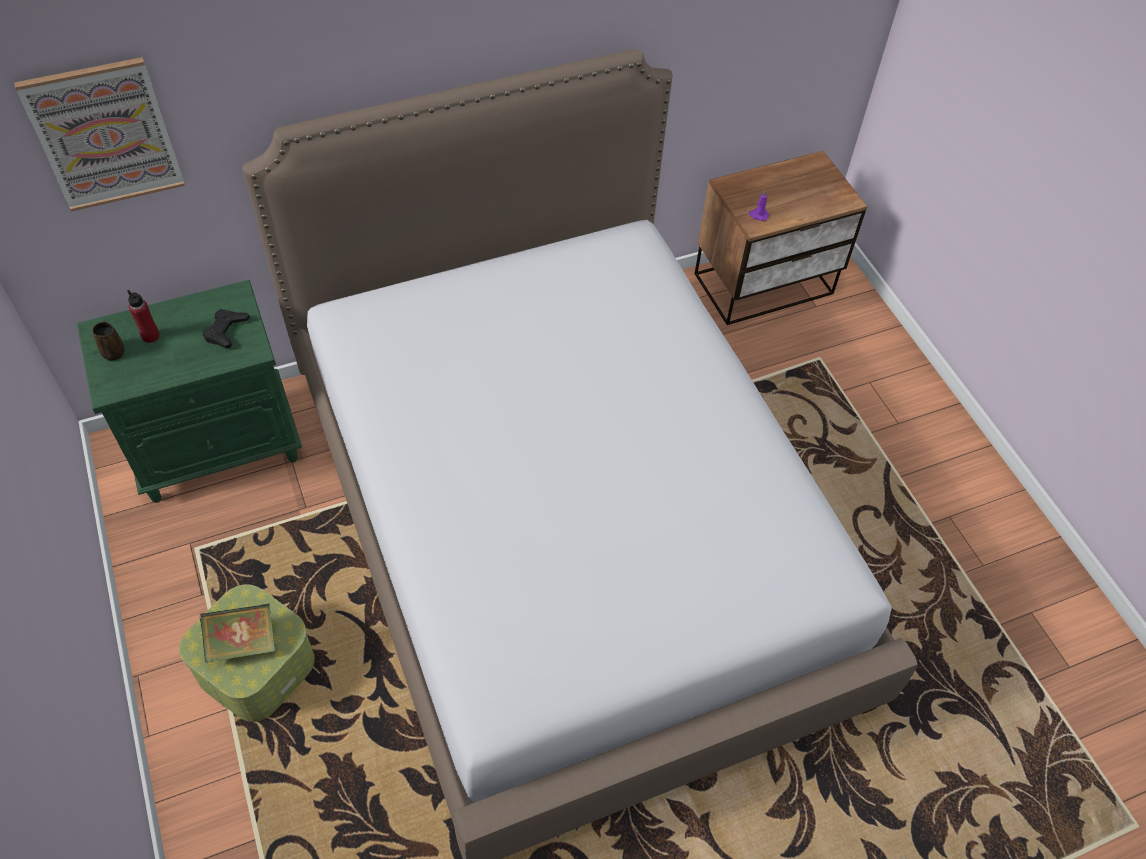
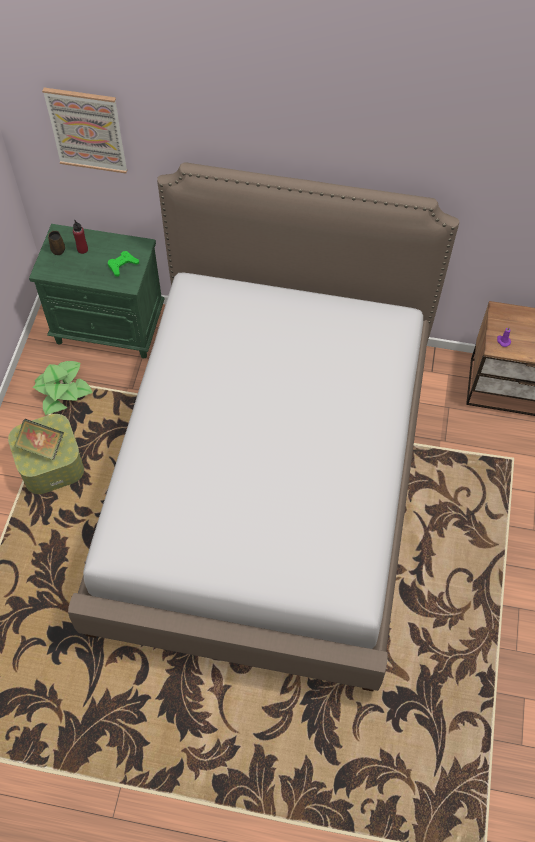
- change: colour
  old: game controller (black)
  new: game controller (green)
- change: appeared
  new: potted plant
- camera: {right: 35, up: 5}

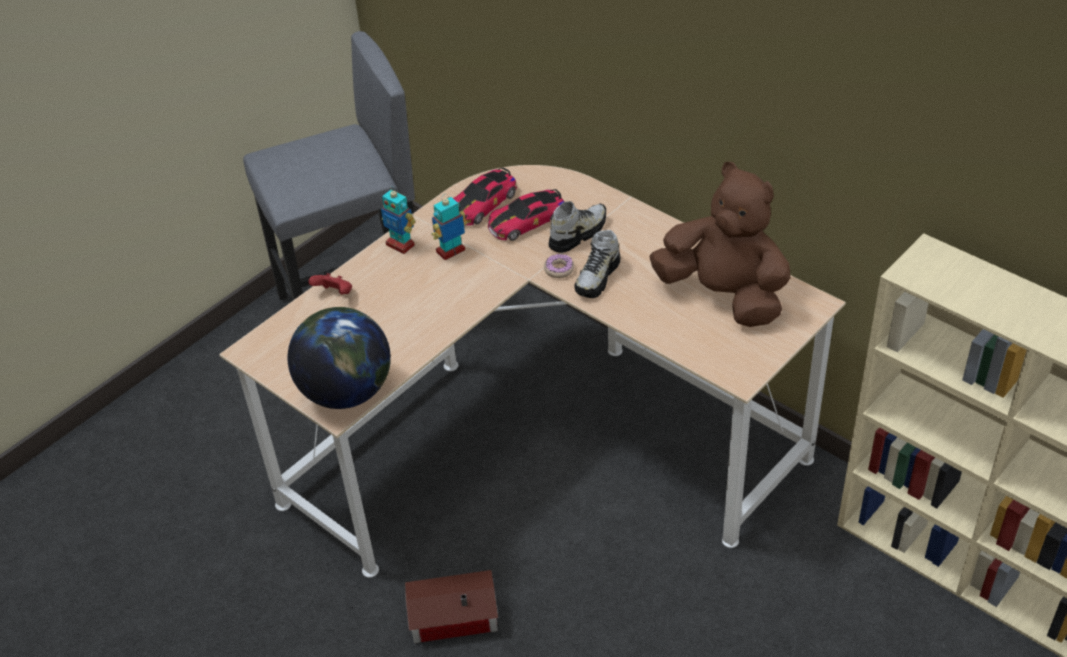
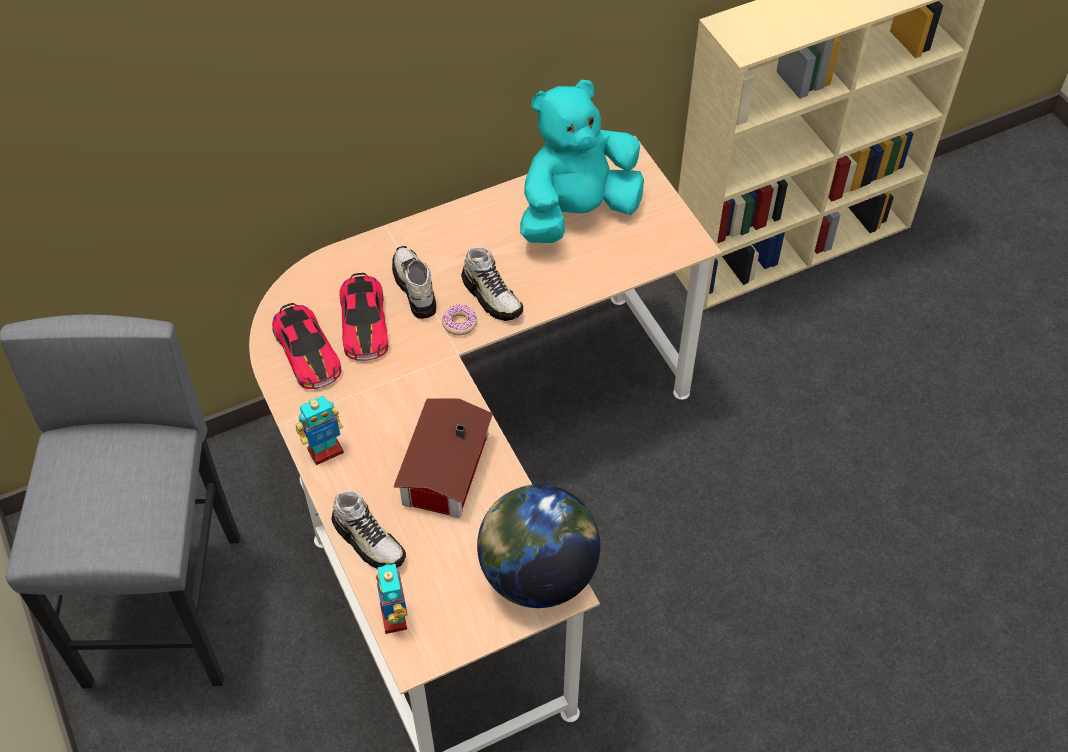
- change: exchanged
  old: game controller (red)
  new: shoe (no. 1 from left)
- change: relocated
  old: toy house
- change: relocated
  old: toy robot (no. 2 from left)
- change: colour
  old: plush toy (brown)
  new: plush toy (turquoise)
- camera: {right: -70, up: 10}

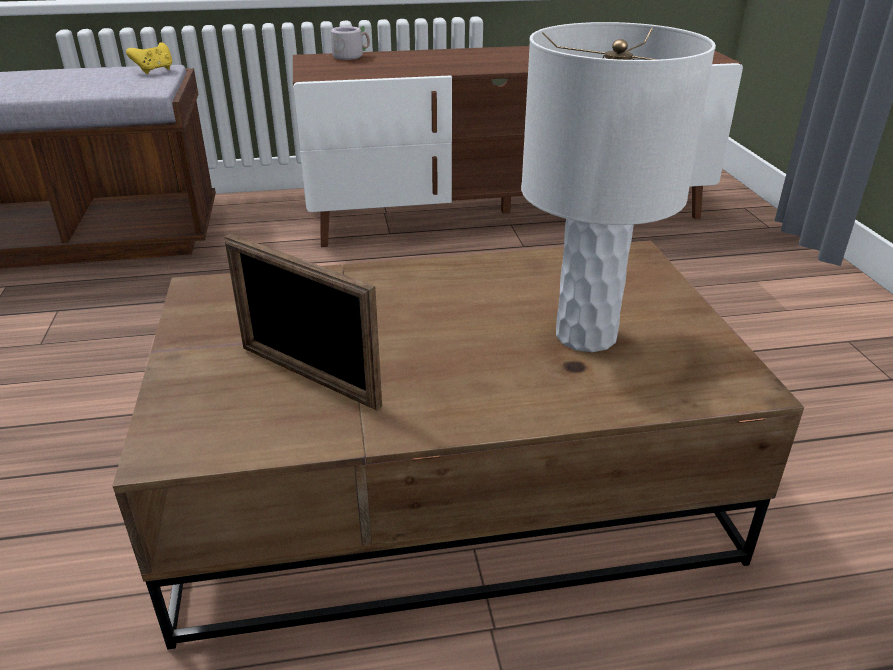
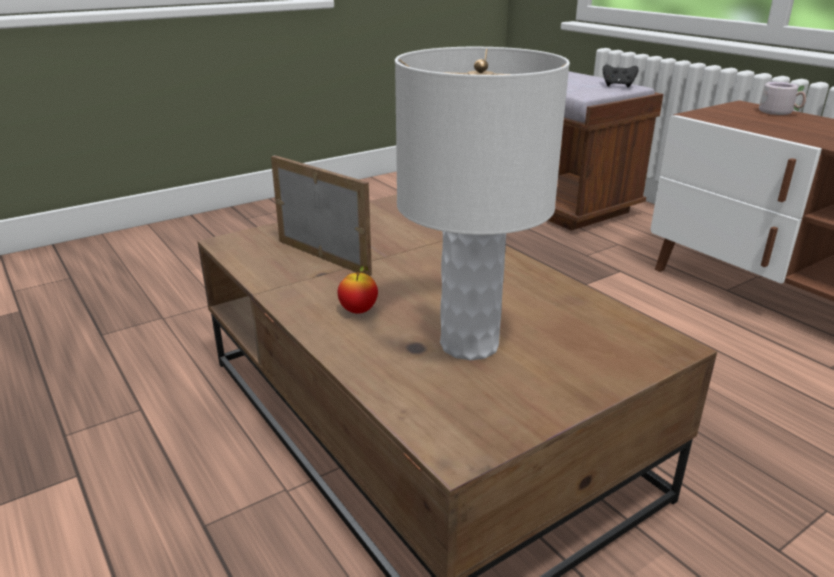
- change: colour
  old: game controller (yellow)
  new: game controller (black)
- change: spun
  old: picture frame
  degrees: 120
- change: appeared
  new: apple
- camera: {right: 65, up: -5}

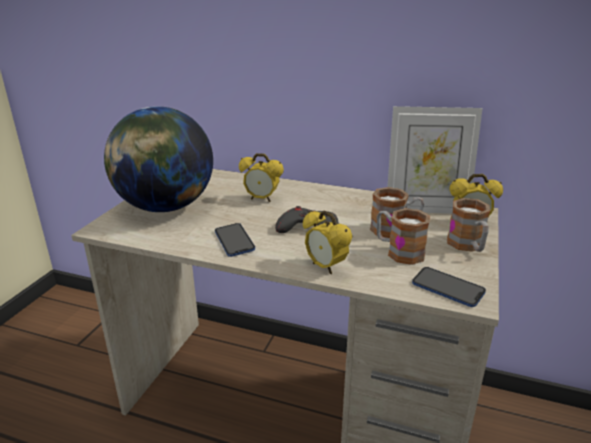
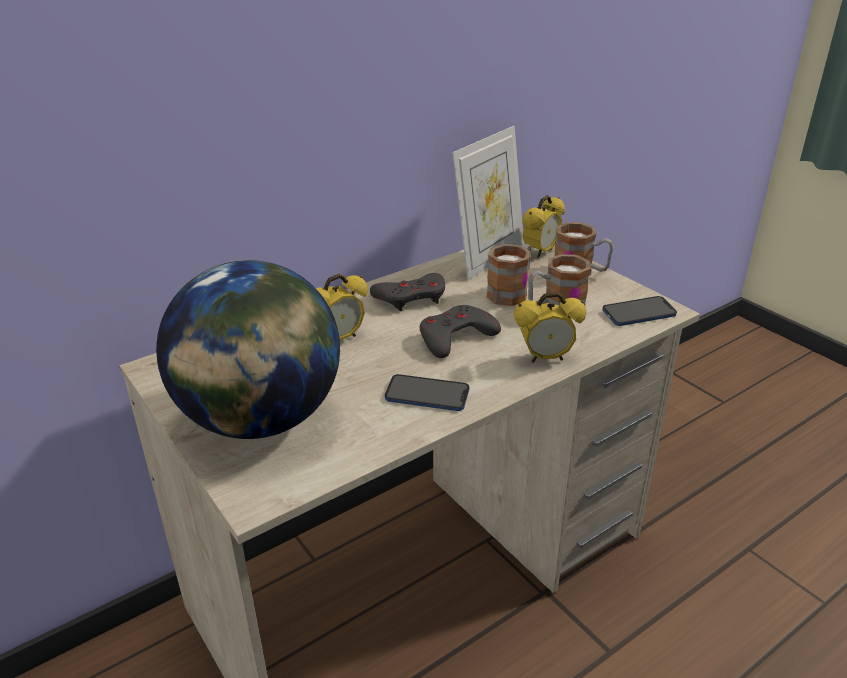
- change: appeared
  new: game controller (grey) (no. 1 from left)
- camera: {right: -55, up: 5}

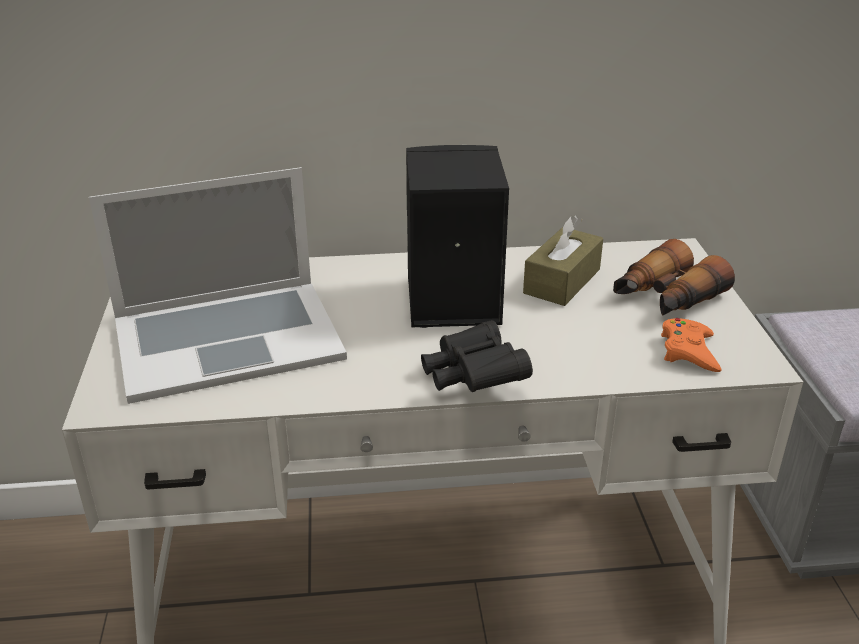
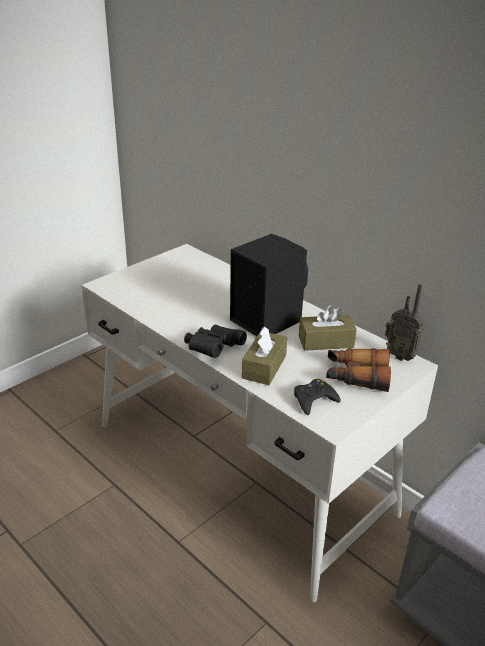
- change: missing
  old: laptop
- change: colour
  old: game controller (orange)
  new: game controller (black)
- change: appeared
  new: tissue box (brown) (no. 1 from left)
- change: appeared
  new: radio
- camera: {right: 50, up: 0}

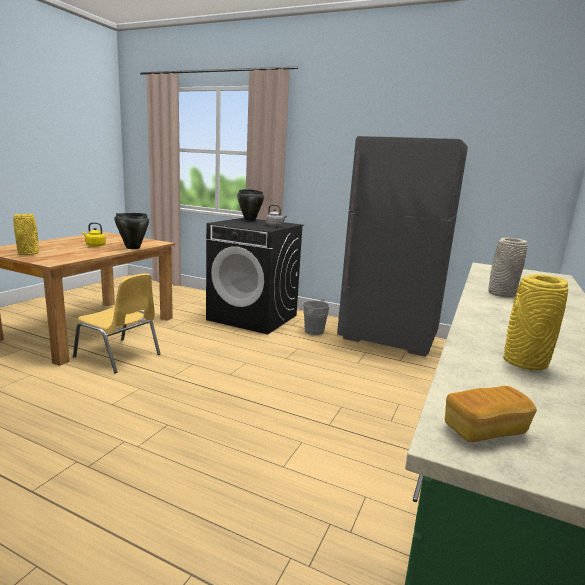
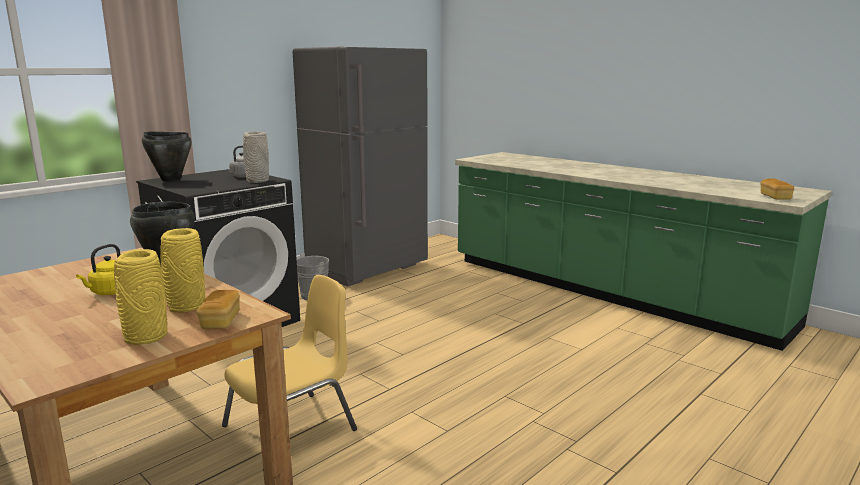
- change: relocated
  old: vase (grey)
- change: relocated
  old: vase (yellow) (no. 2 from left)
- change: appeared
  new: bread (no. 1 from left)
- camera: {right: -70, up: 0}

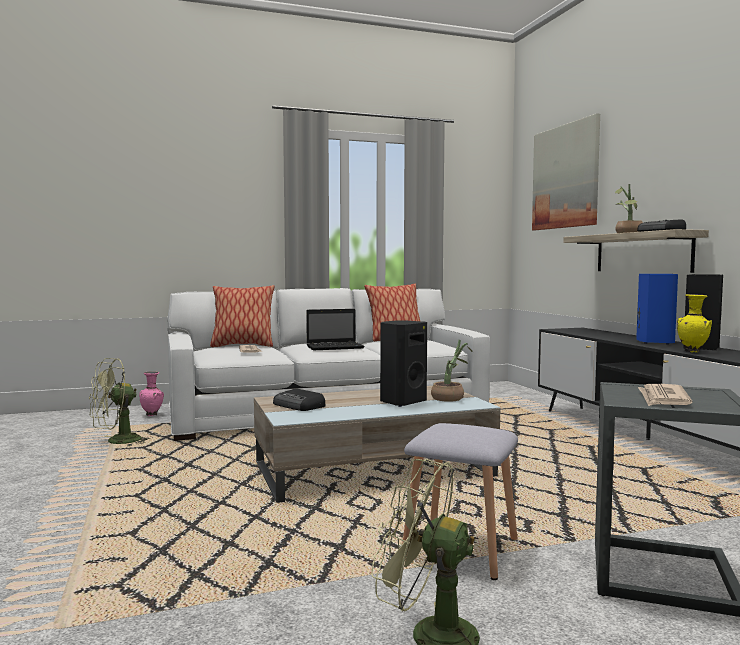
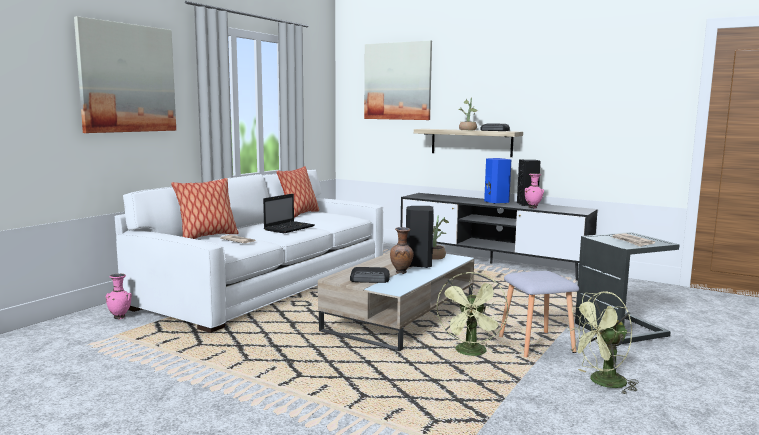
- change: relocated
  old: fan (green) (no. 1 from left)
- change: colour
  old: vase (yellow)
  new: vase (pink) (no. 2 from left)
- change: appeared
  new: picture (no. 1 from left)
- change: appeared
  new: vase (brown)
- camera: {right: -40, up: 5}

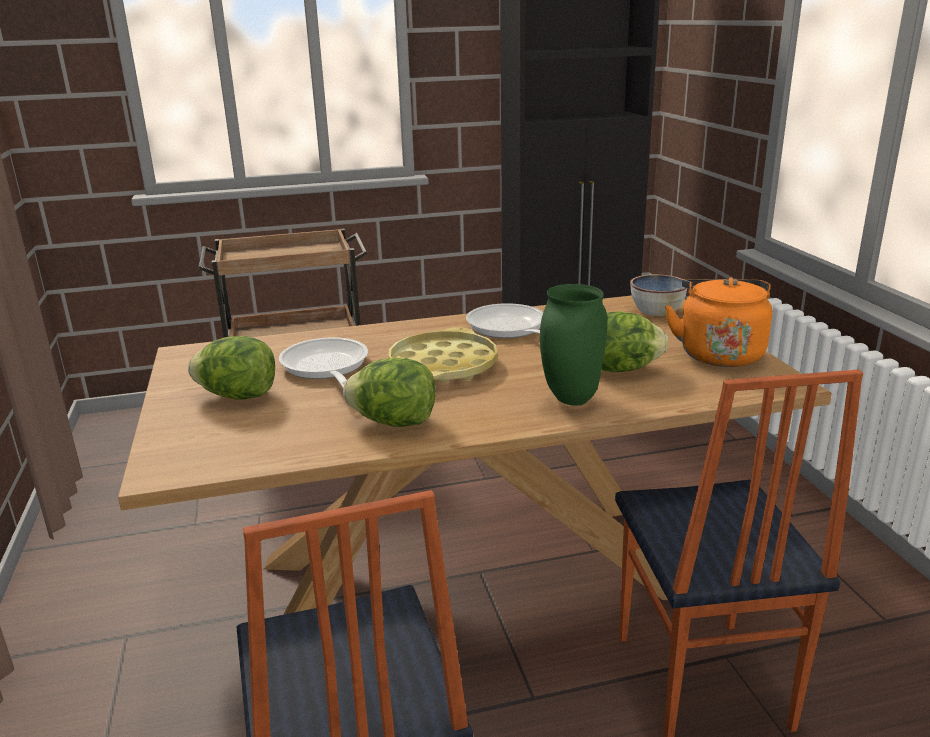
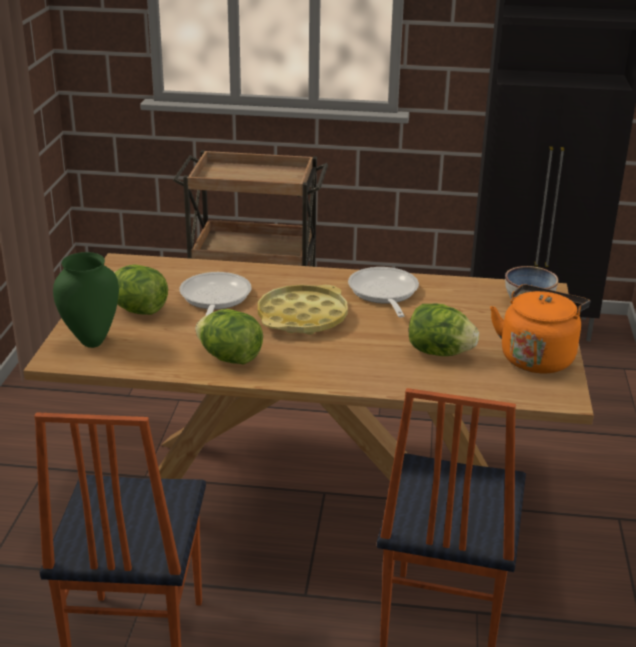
- change: relocated
  old: vase (green)
- camera: {right: 20, up: 5}

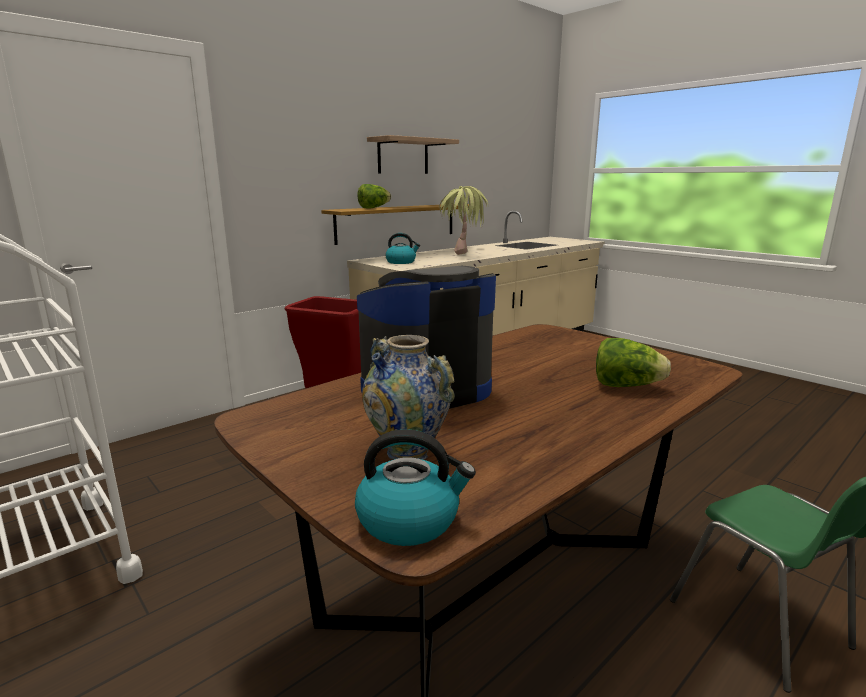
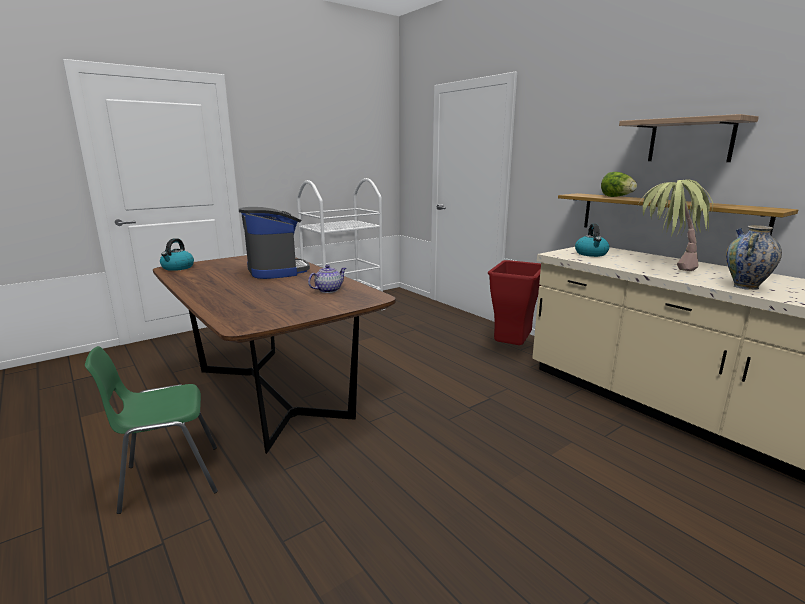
- change: relocated
  old: vase
- change: missing
  old: lettuce (no. 2 from left)
- change: appeared
  new: teapot
- camera: {right: 95, up: 0}

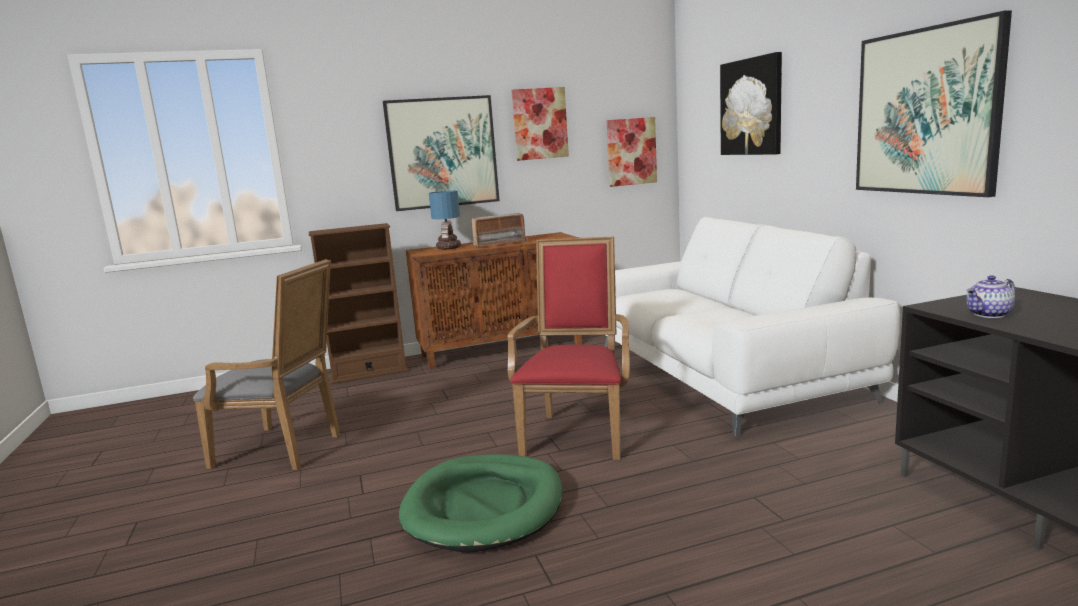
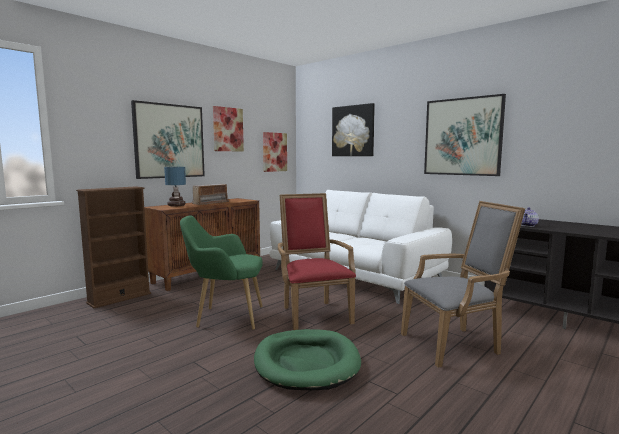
- change: relocated
  old: armchair (grey)
- change: appeared
  new: armchair (green)
- camera: {right: -30, up: -5}

